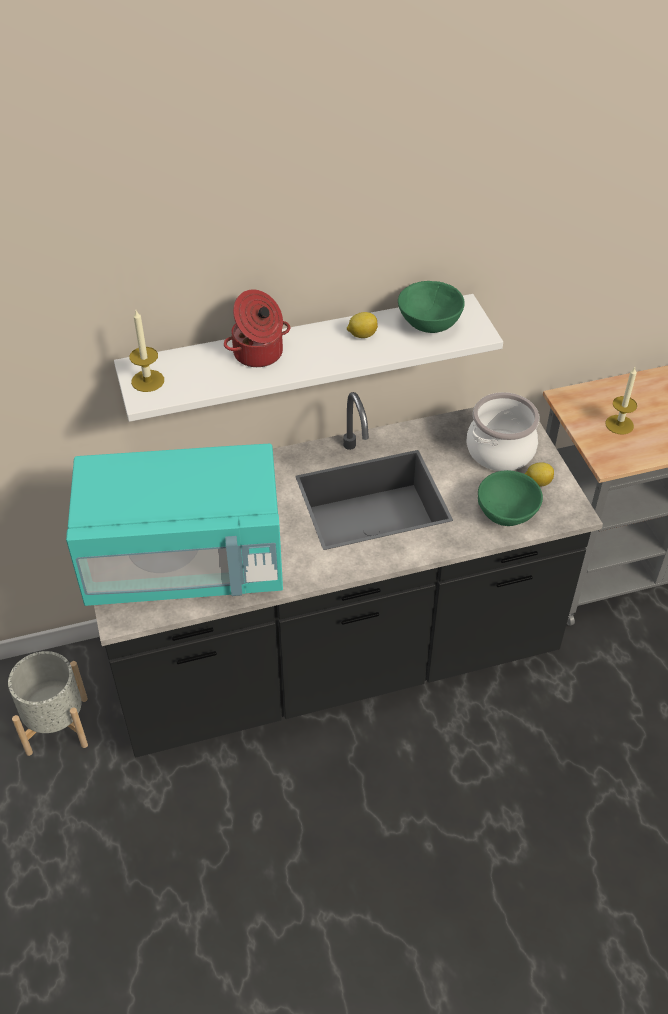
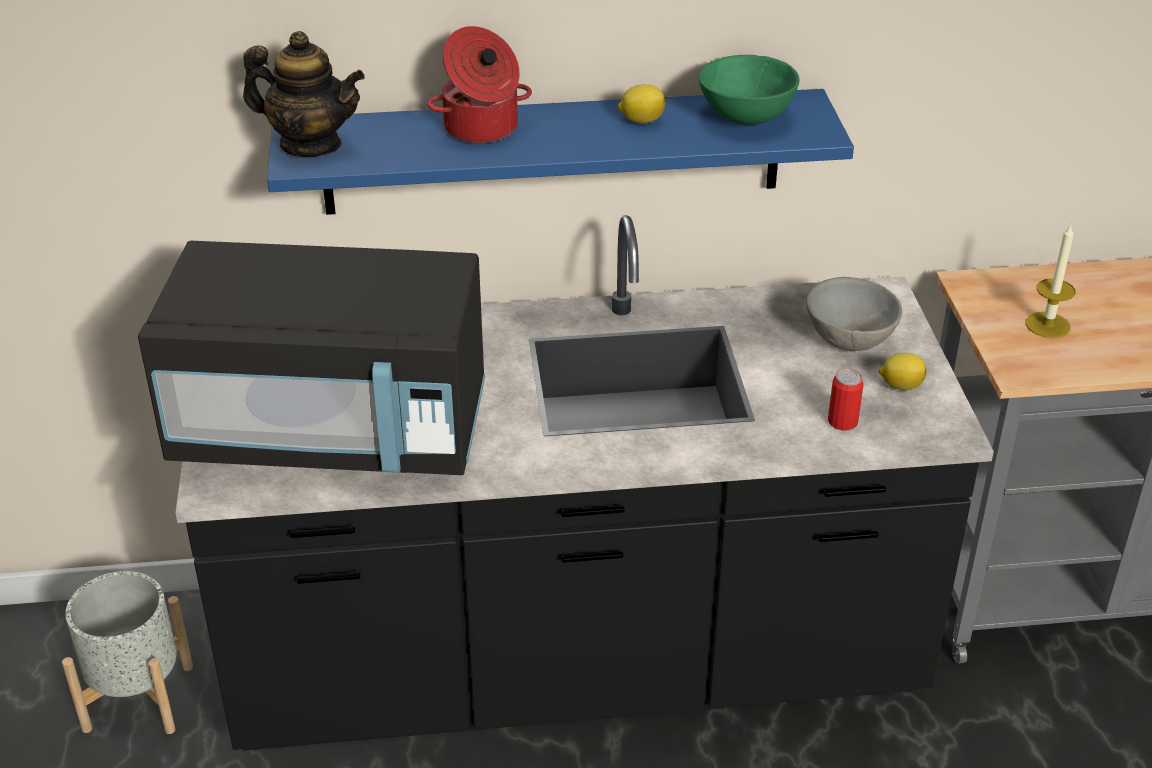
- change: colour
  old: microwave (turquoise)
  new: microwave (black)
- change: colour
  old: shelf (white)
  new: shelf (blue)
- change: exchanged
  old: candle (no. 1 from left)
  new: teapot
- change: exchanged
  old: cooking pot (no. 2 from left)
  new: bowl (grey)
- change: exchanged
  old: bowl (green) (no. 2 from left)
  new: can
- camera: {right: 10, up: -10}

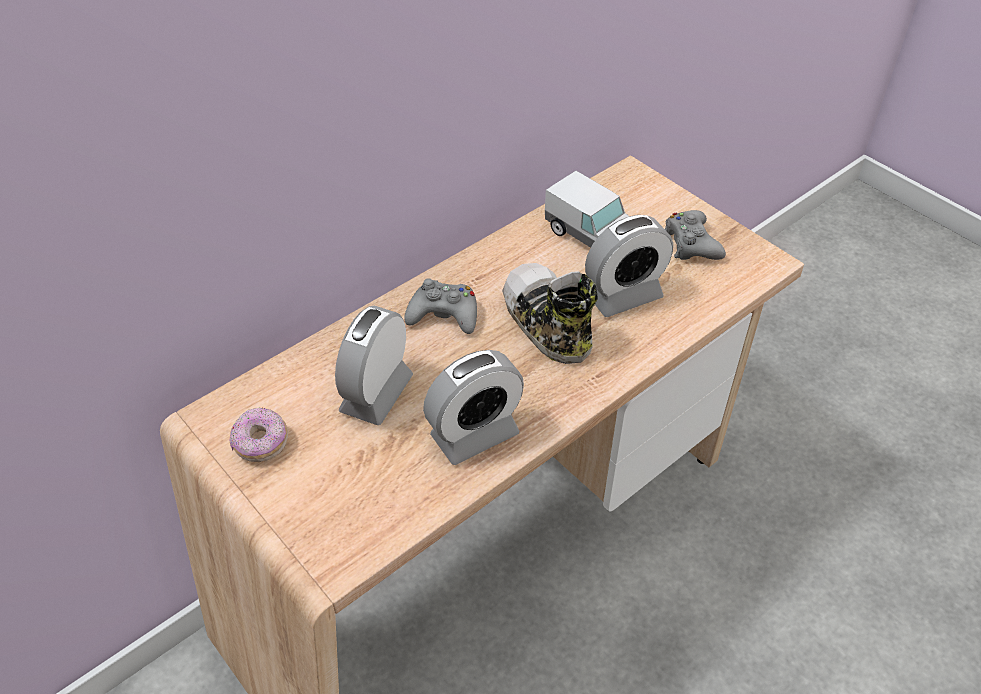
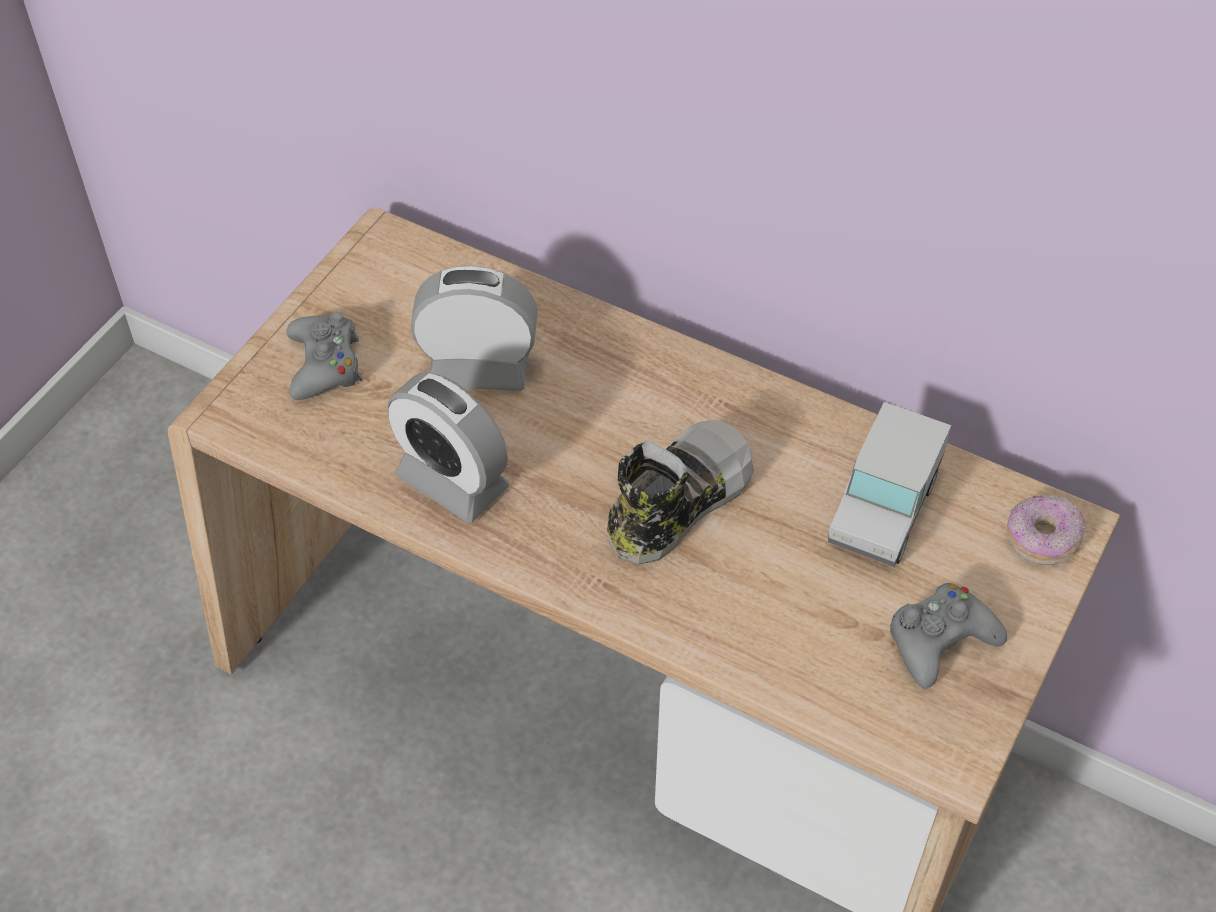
- change: relocated
  old: donut
- change: relocated
  old: game controller (grey) (no. 1 from left)
- change: missing
  old: alarm clock (no. 3 from left)
- camera: {right: 70, up: 5}

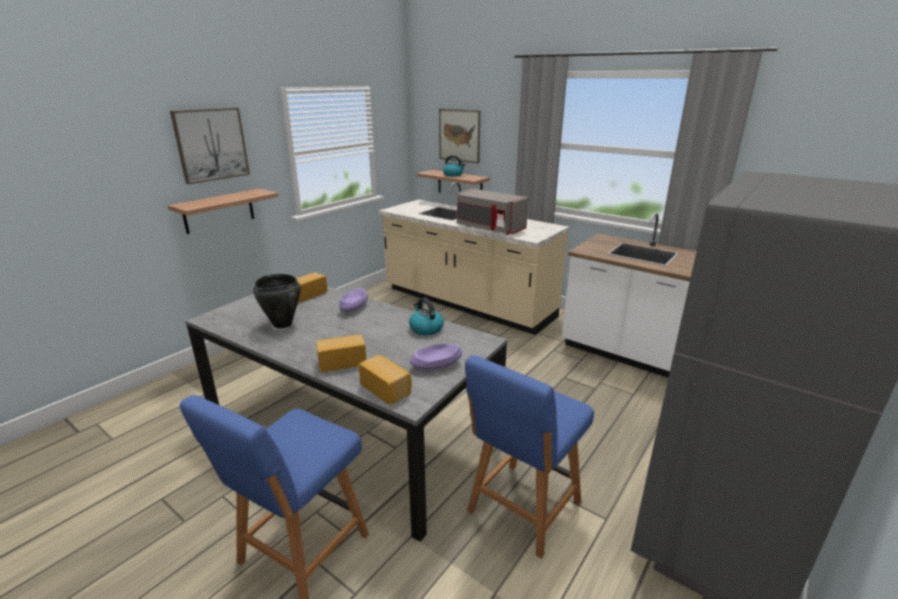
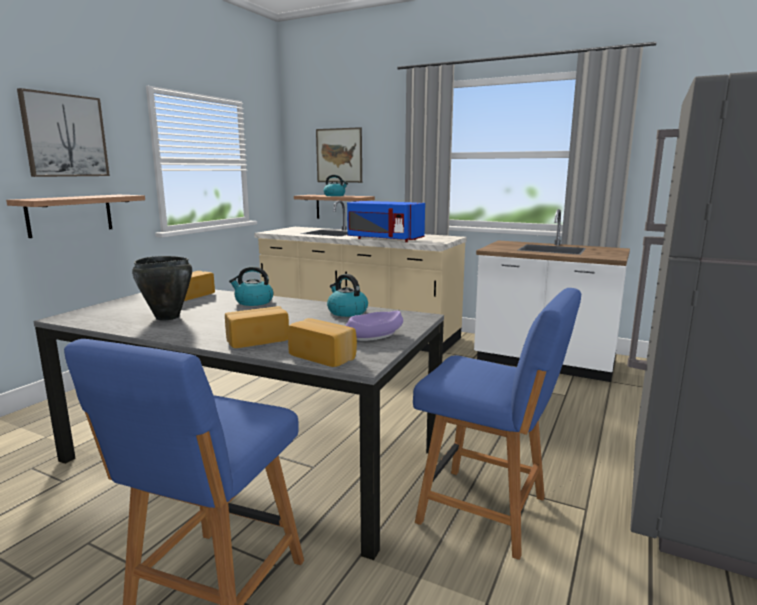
- change: exchanged
  old: bowl (purple) (no. 1 from left)
  new: kettle (no. 1 from left)
- change: colour
  old: microwave (grey)
  new: microwave (blue)
- change: spun
  old: chair (blue) (no. 2 from left)
  degrees: -90
- camera: {right: -10, up: -10}

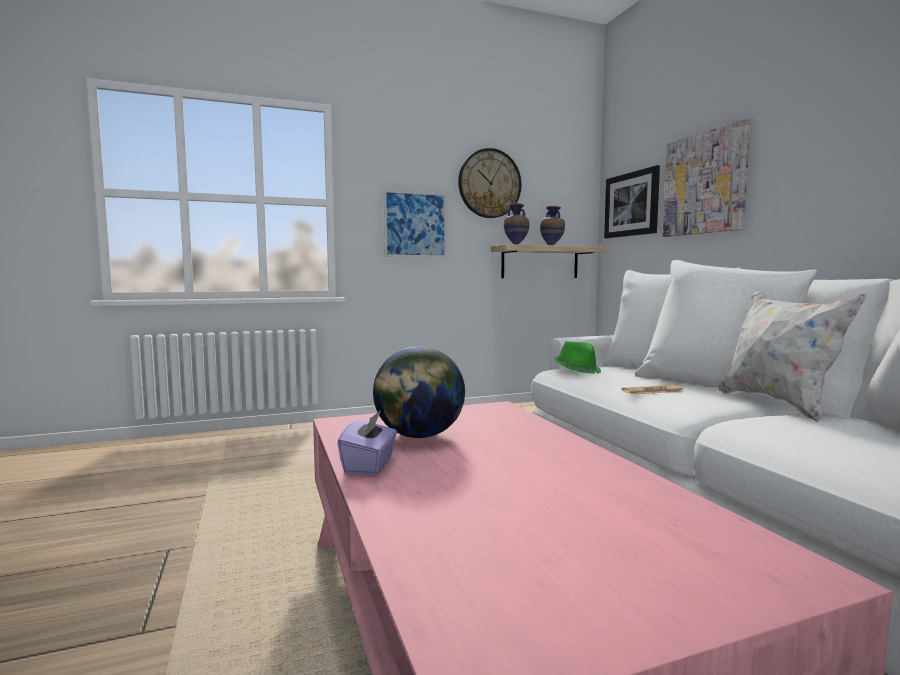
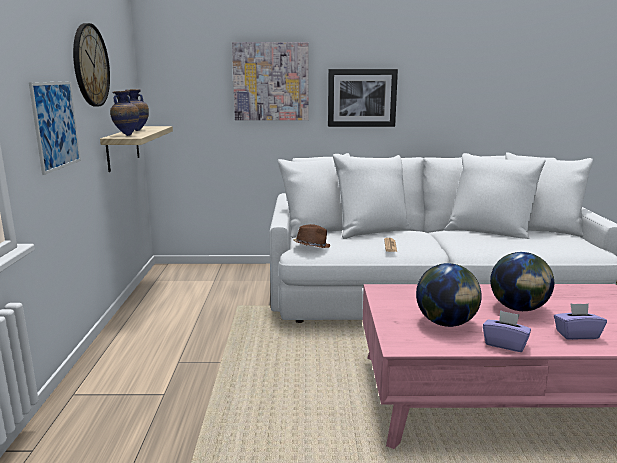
- change: colour
  old: hat (green)
  new: hat (brown)
- change: relocated
  old: picture (no. 2 from left in the first image)
  new: picture (no. 3 from left)
- change: missing
  old: pillow (white)
- change: appeared
  new: globe (no. 2 from left)
- change: appeared
  new: tissue box (purple) (no. 2 from left)
- camera: {right: -70, up: 10}

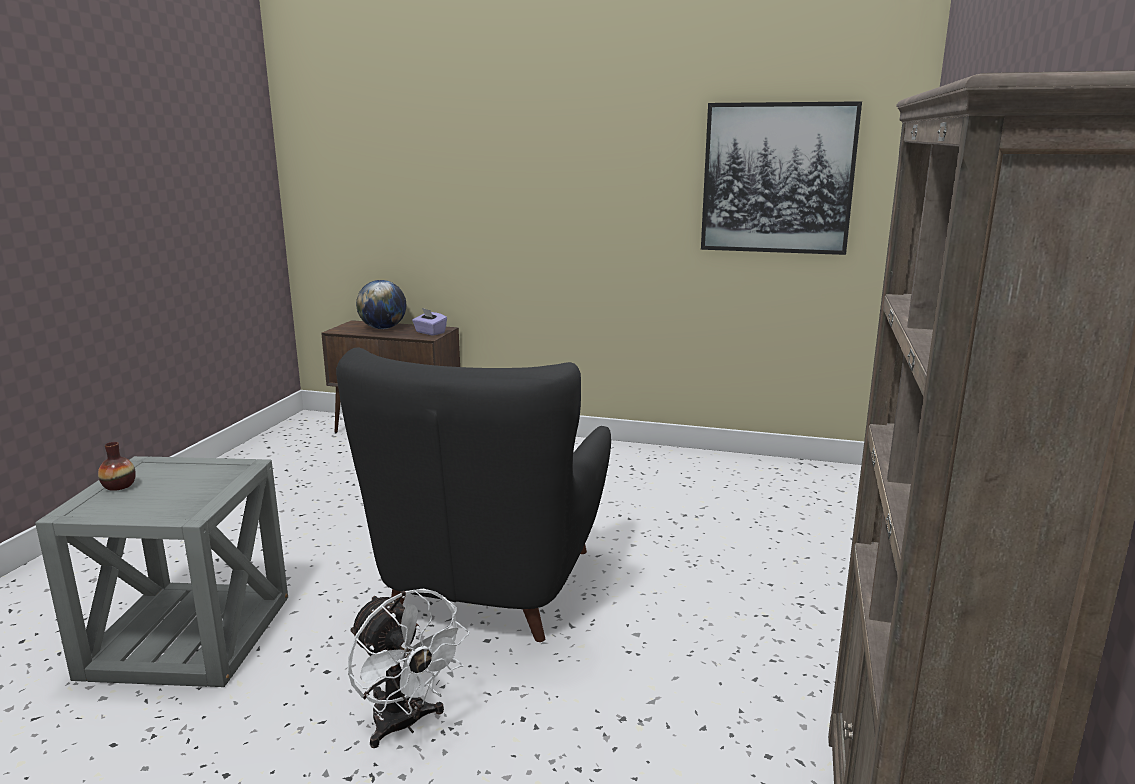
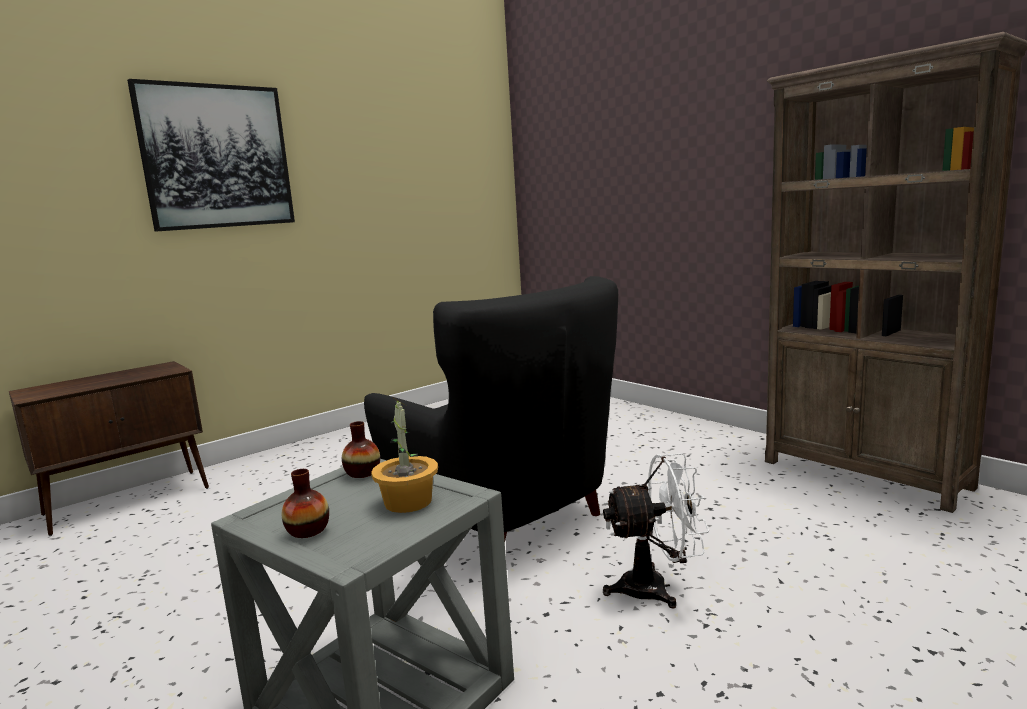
- change: missing
  old: globe
- change: missing
  old: tissue box (purple)
- change: relocated
  old: picture
- change: appeared
  new: vase (no. 2 from left)
- change: appeared
  new: potted plant
- camera: {right: -55, up: -5}

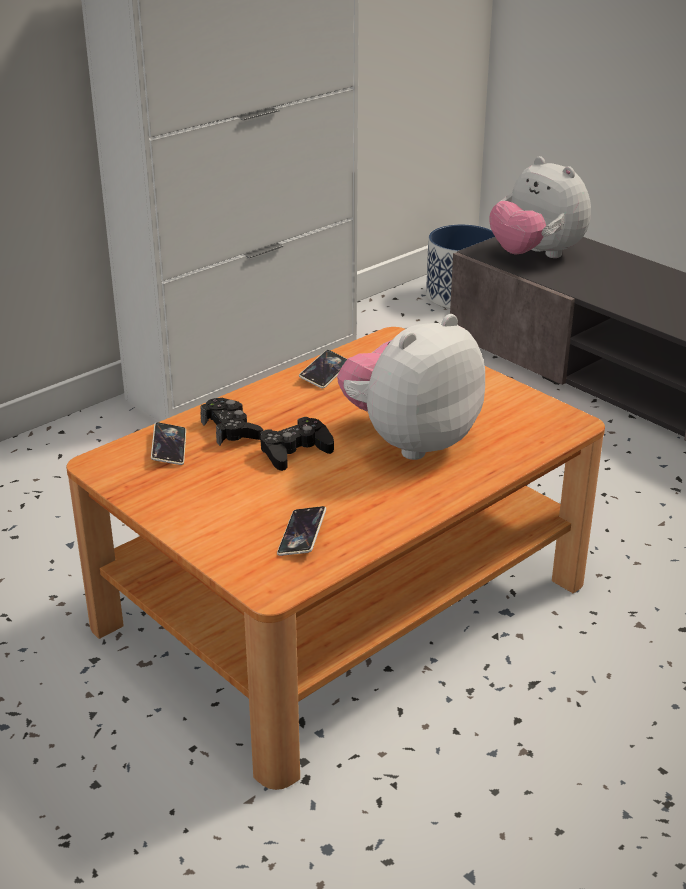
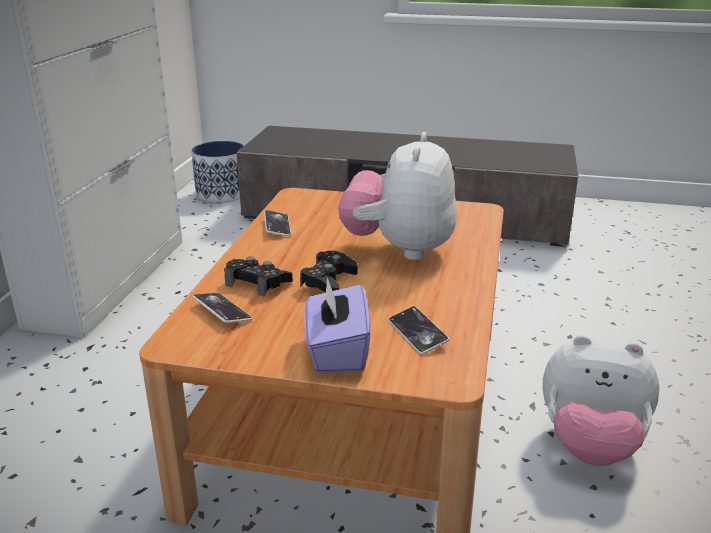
- change: relocated
  old: plush toy (no. 2 from left)
- change: appeared
  new: tissue box (purple)
- camera: {right: -35, up: -5}

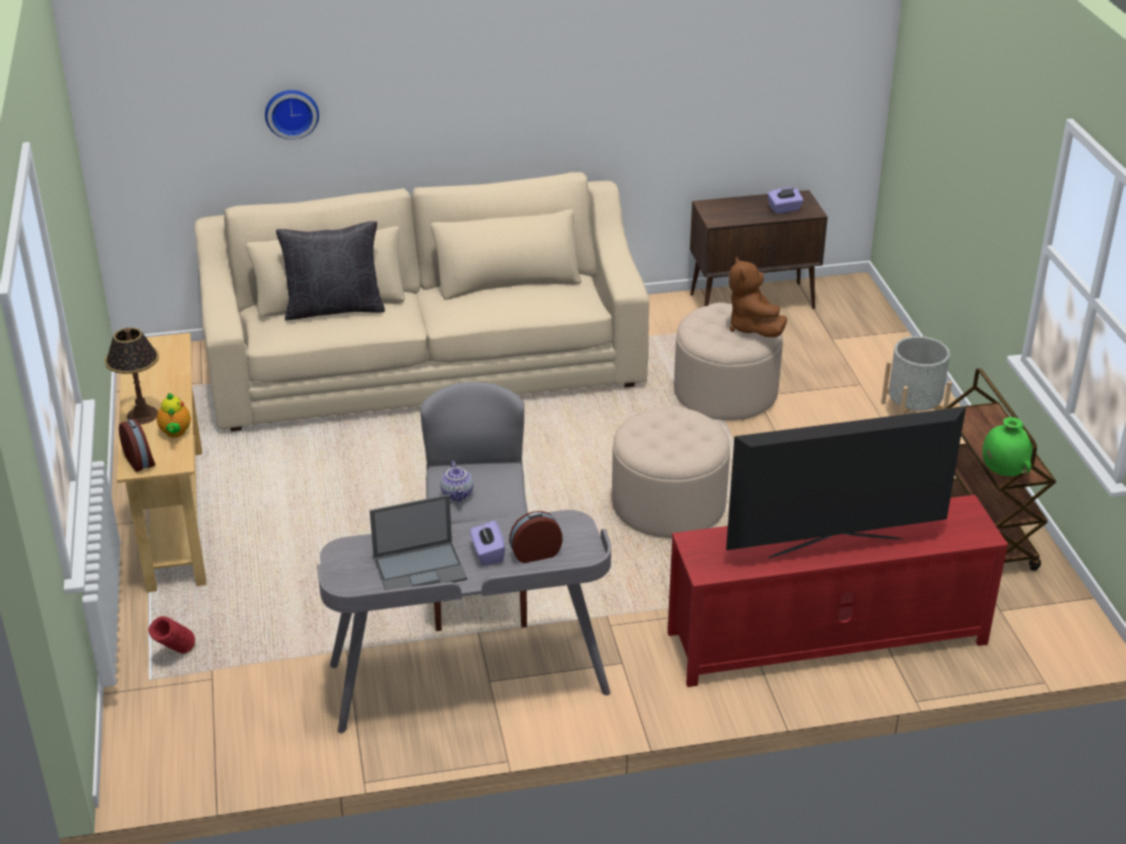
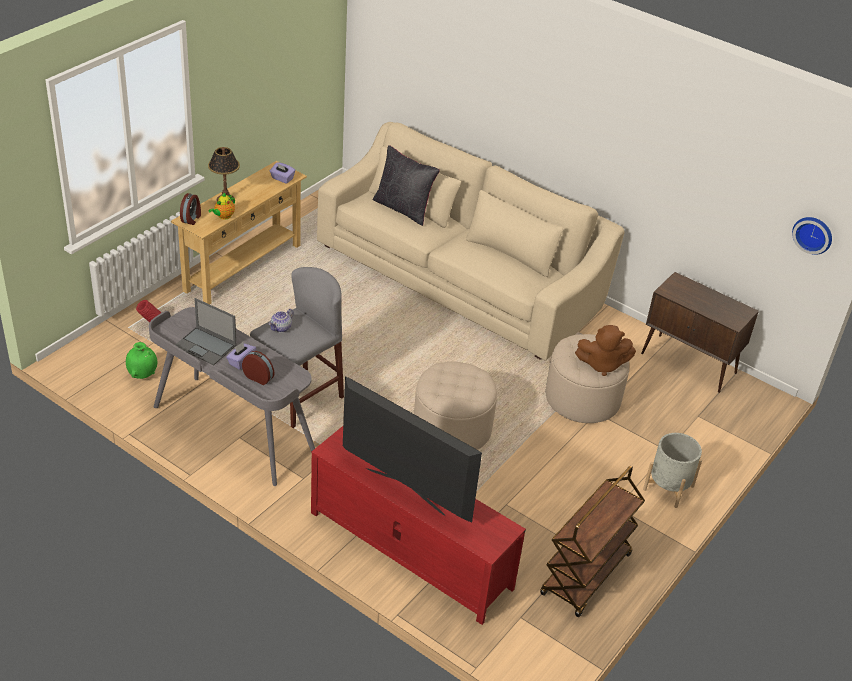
- change: relocated
  old: wall clock
- change: spun
  old: plush toy (brown)
  degrees: -120
- change: relocated
  old: tissue box (purple) (no. 2 from left)
- change: relocated
  old: vase (green)
- camera: {right: 45, up: 5}

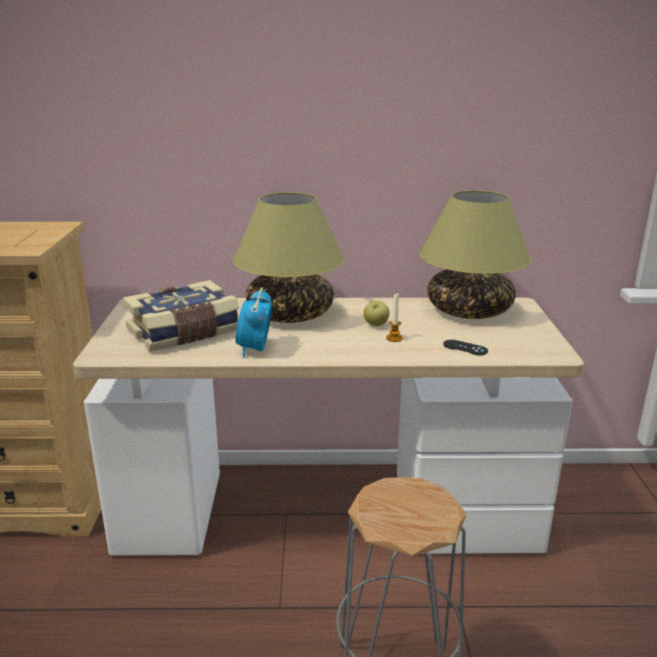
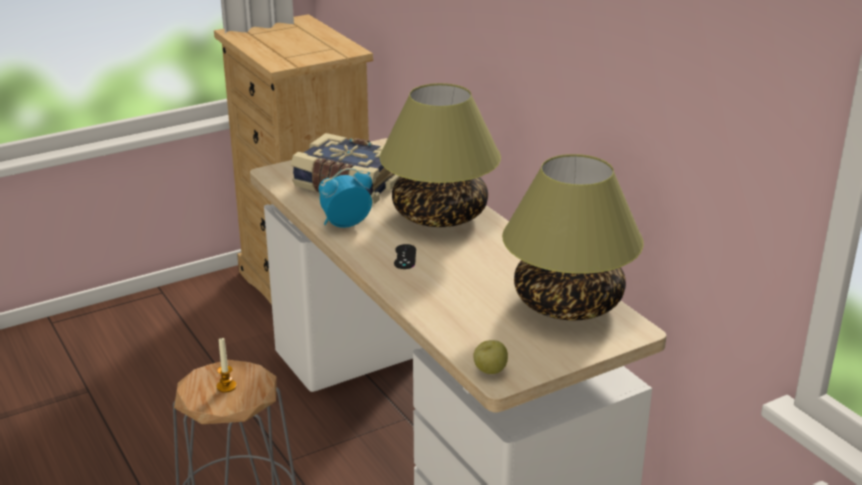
- change: relocated
  old: apple
- change: relocated
  old: candle
- change: relocated
  old: game controller (black)
- camera: {right: 60, up: 5}

